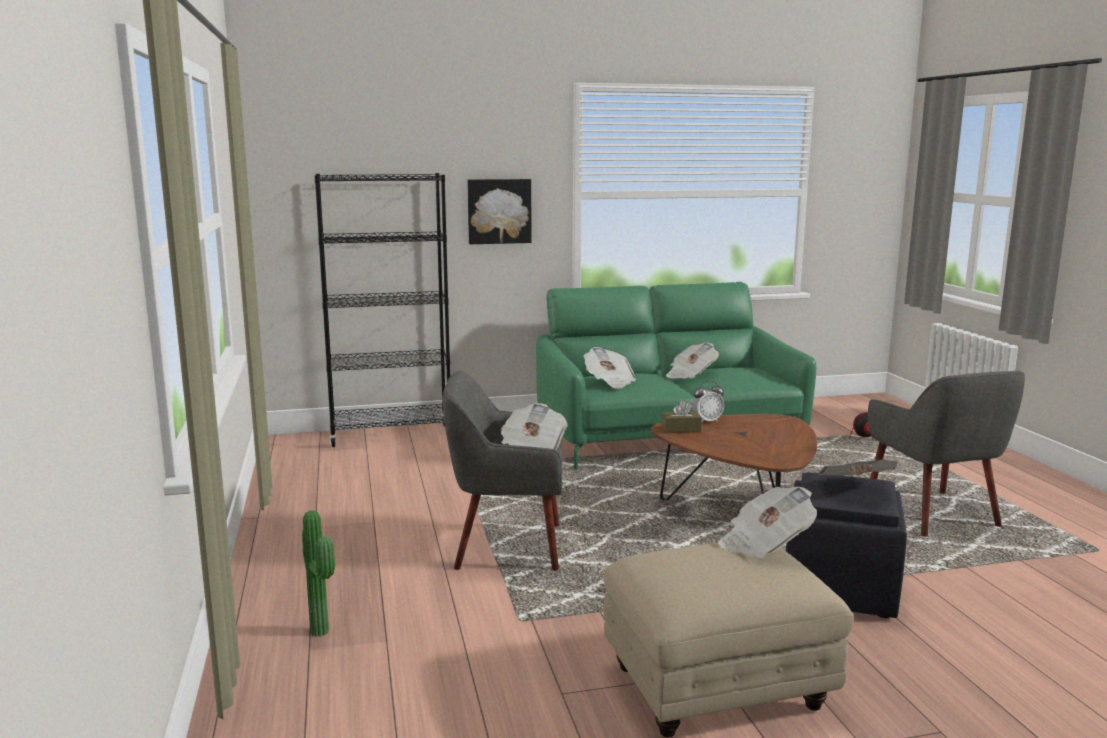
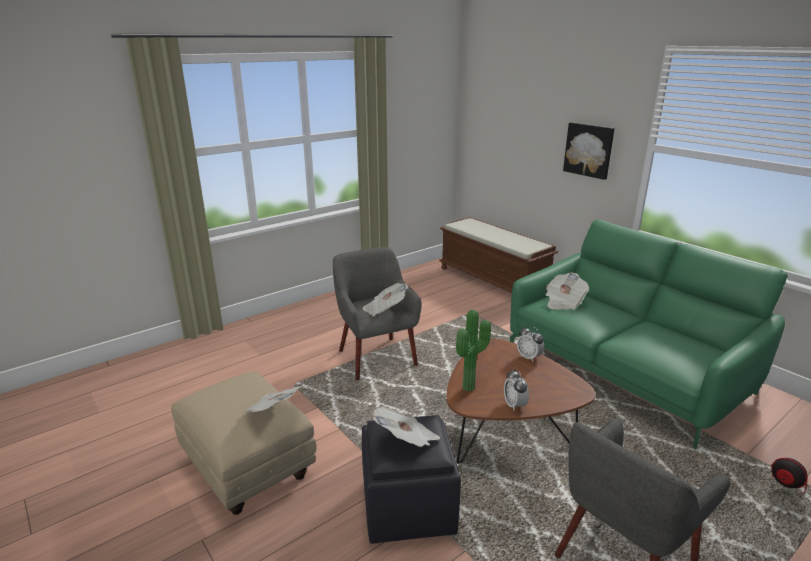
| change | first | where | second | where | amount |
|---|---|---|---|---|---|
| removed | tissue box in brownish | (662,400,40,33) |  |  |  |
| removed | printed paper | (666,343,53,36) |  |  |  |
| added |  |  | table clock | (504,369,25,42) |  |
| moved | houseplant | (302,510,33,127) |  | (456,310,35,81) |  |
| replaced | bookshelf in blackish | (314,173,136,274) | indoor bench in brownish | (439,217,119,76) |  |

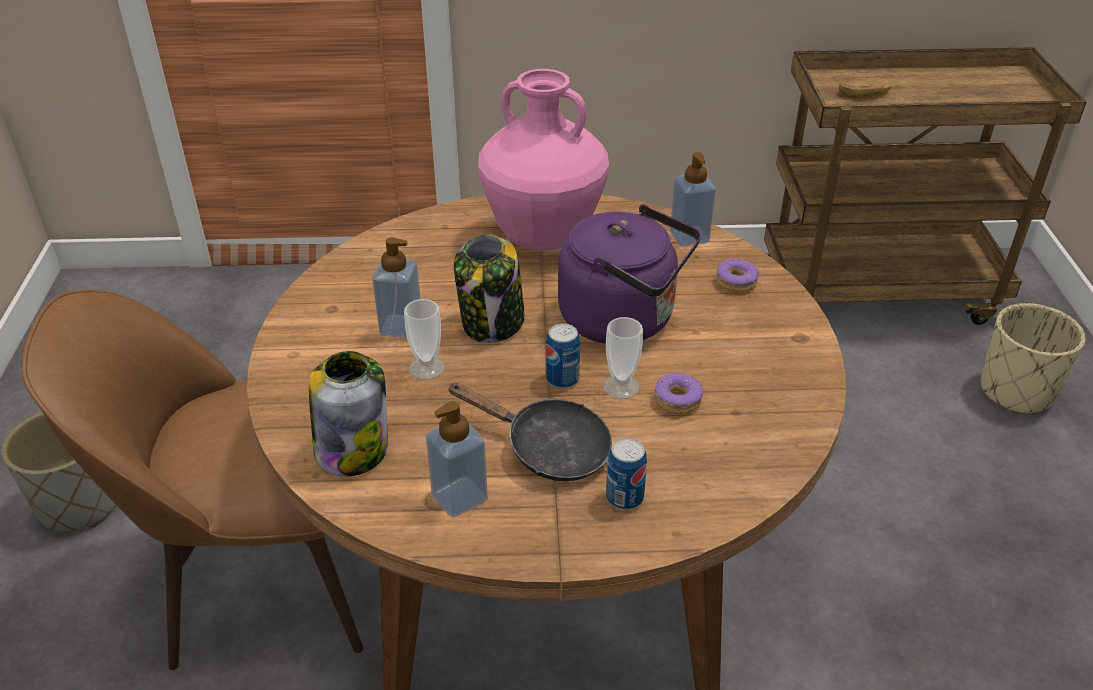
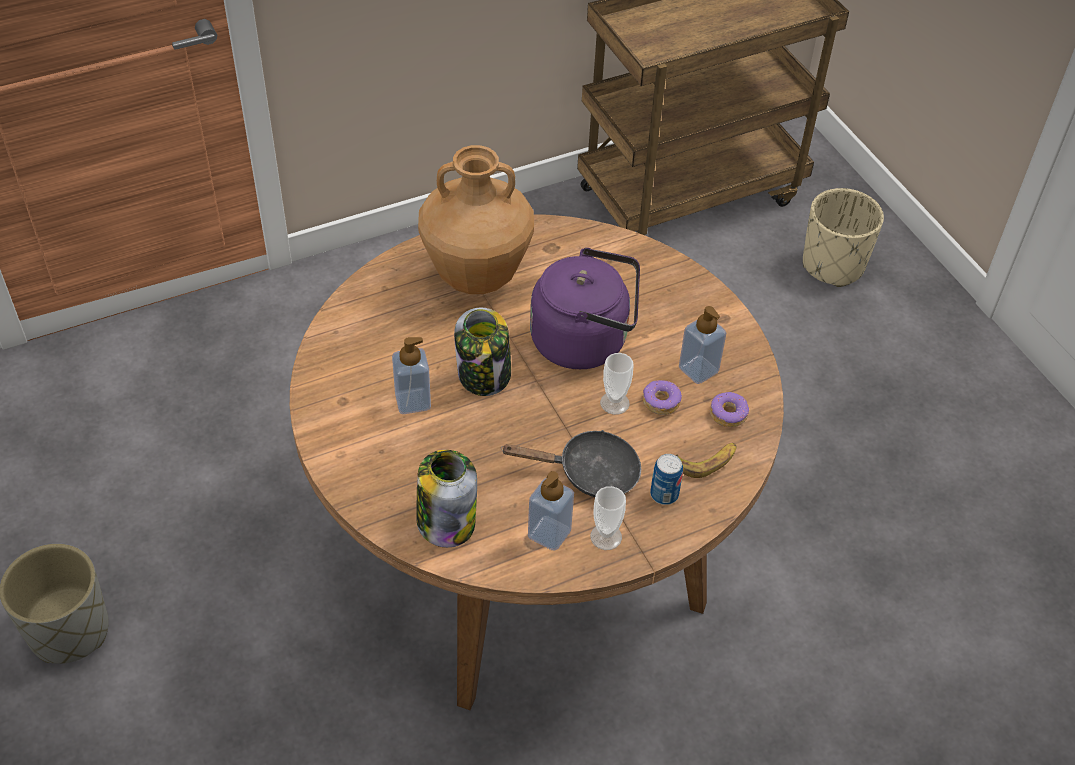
| change | first | where | second | where | amount |
|---|---|---|---|---|---|
| removed | chair in brownish | (22,290,341,380) |  |  |  |
| removed | sealed can | (546,323,34,66) |  |  |  |
| moved | drinking cup | (404,299,41,81) |  | (590,486,36,64) |  |
| moved | soap dispenser | (670,152,46,95) |  | (679,306,47,78) |  |
| moved | ring doughnut | (716,259,43,33) |  | (710,392,39,35) |  |
| moved | banana | (839,83,52,16) |  | (676,443,60,35) |  |
| recoloured | vase in pink | (478,69,131,182) | vase in brownish | (418,145,116,149) |  |

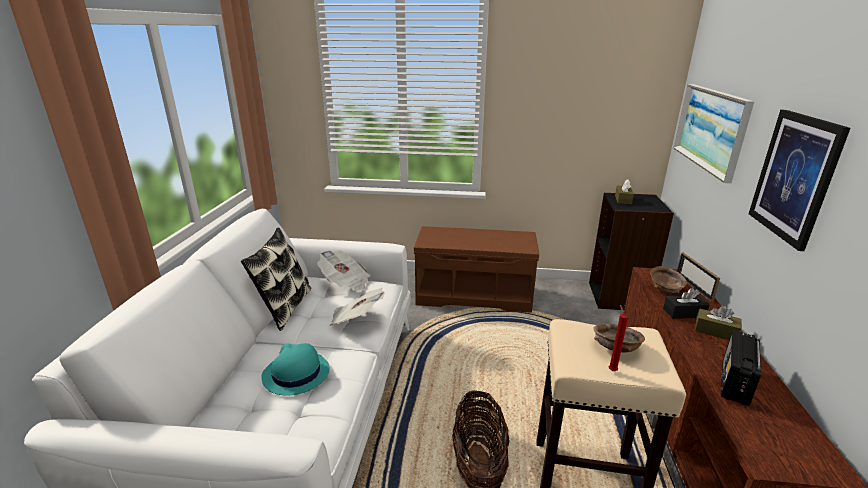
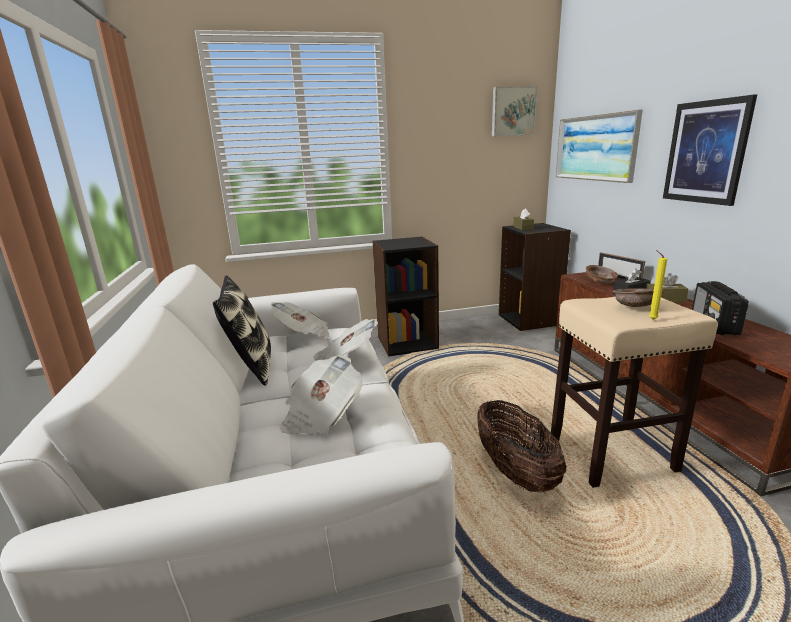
| change | first | where | second | where | amount |
|---|---|---|---|---|---|
| added |  |  | wall art | (492,86,45,50) |  |
| replaced | wearable hat in blue-green | (261,343,69,53) | printed paper | (280,355,83,80) |  |
| replaced | indoor bench in brownish | (414,226,125,87) | bookshelf in blackish | (372,236,67,121) |  |
| recoloured | wax candle in red-coloured | (609,305,19,66) | wax candle in yellow | (649,250,18,70) |  |

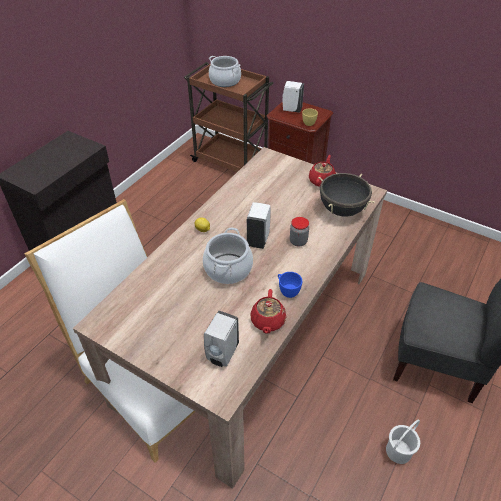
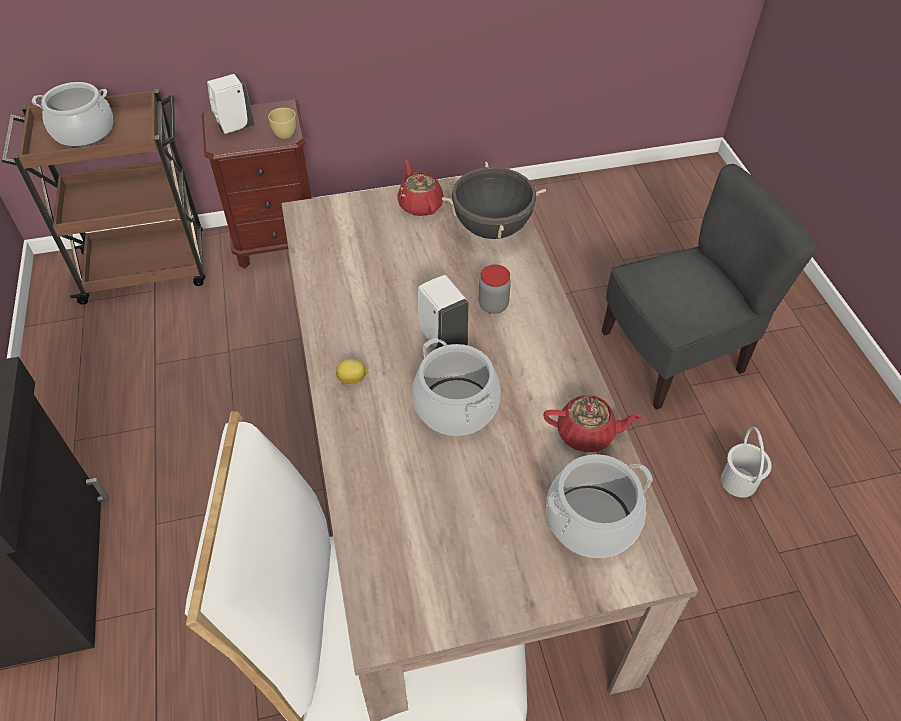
| change | first | where | second | where | amount |
|---|---|---|---|---|---|
| removed | drinking cup in bluish | (278,272,24,26) |  |  |  |
| replaced | soap dispenser in white | (204,311,35,56) | saucepot | (546,454,107,104) |  |
| turned | tea pot in red-coloured | (250,289,36,45) |  | (543,395,99,57) | 45 degrees counterclockwise |

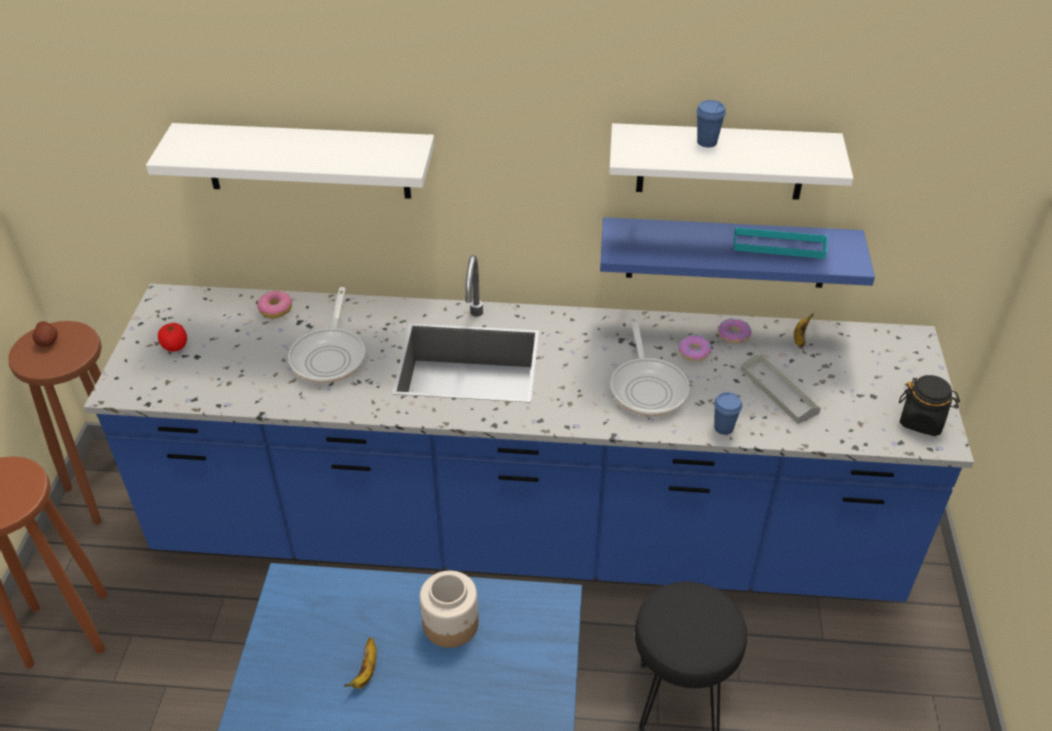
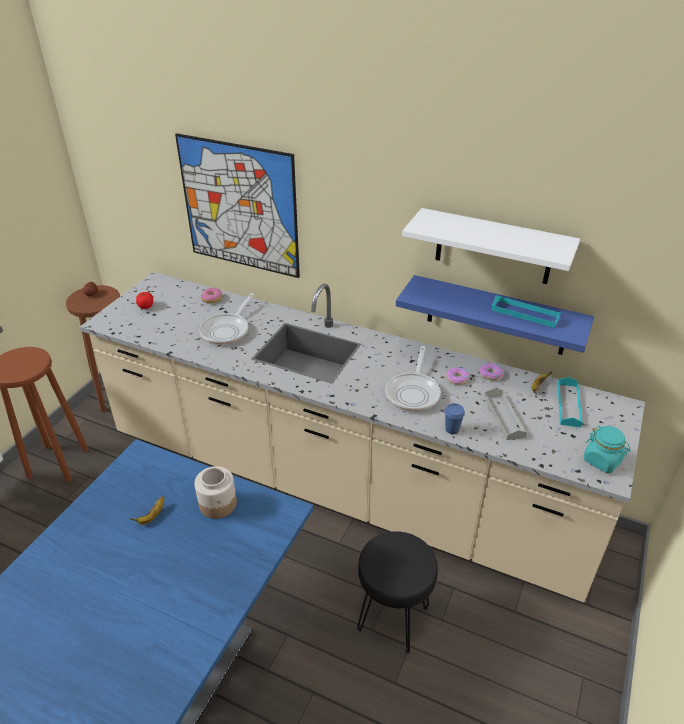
| change | first | where | second | where | amount |
|---|---|---|---|---|---|
| removed | drinking cup in bluish | (696,100,30,48) |  |  |  |
| added |  |  | tray in blue-green | (557,377,26,51) |  |
| replaced | shelf in white | (146,123,289,76) | wall art | (175,133,125,145) |  |
| recoloured | kitchen base unit in bluish | (84,255,890,347) | kitchen base unit in beige | (80,272,565,330) |  |
| recoloured | jar in blackish | (899,375,61,61) | jar in blue-green | (583,425,47,48) |  |

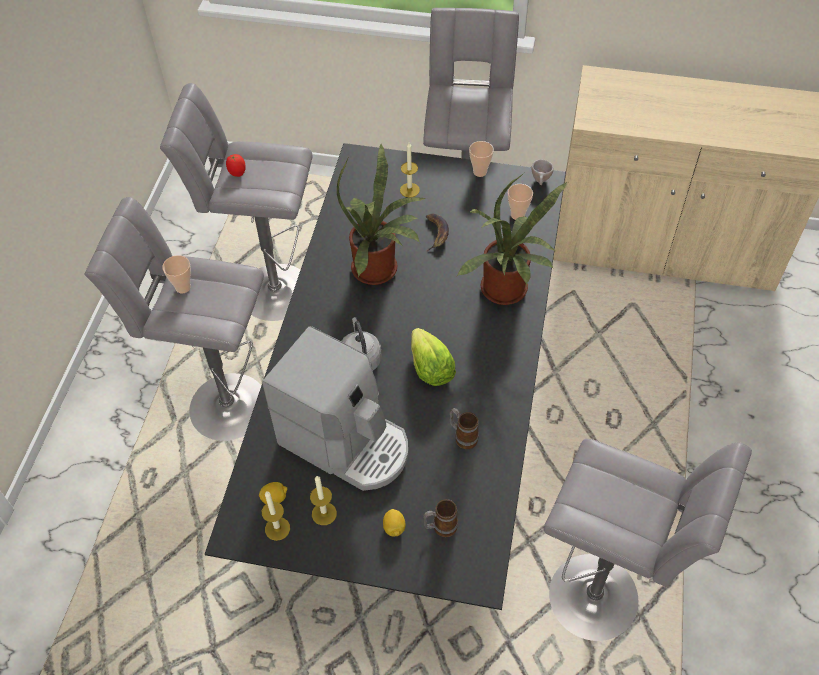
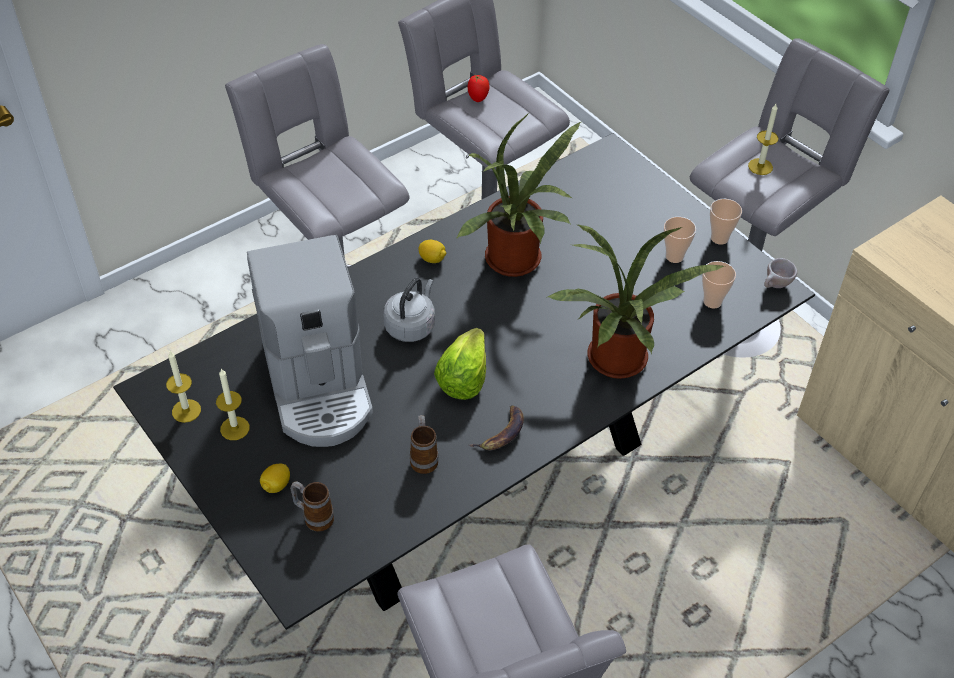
| change | first | where | second | where | amount |
|---|---|---|---|---|---|
| moved | drinking cup | (162,255,29,39) |  | (664,217,32,46) |  |
| moved | lemon | (259,482,28,22) |  | (418,240,28,23) |  |
| moved | wax candle | (400,143,20,55) |  | (748,104,30,71) |  |
| moved | banana | (426,214,23,38) |  | (469,405,55,45) |  |

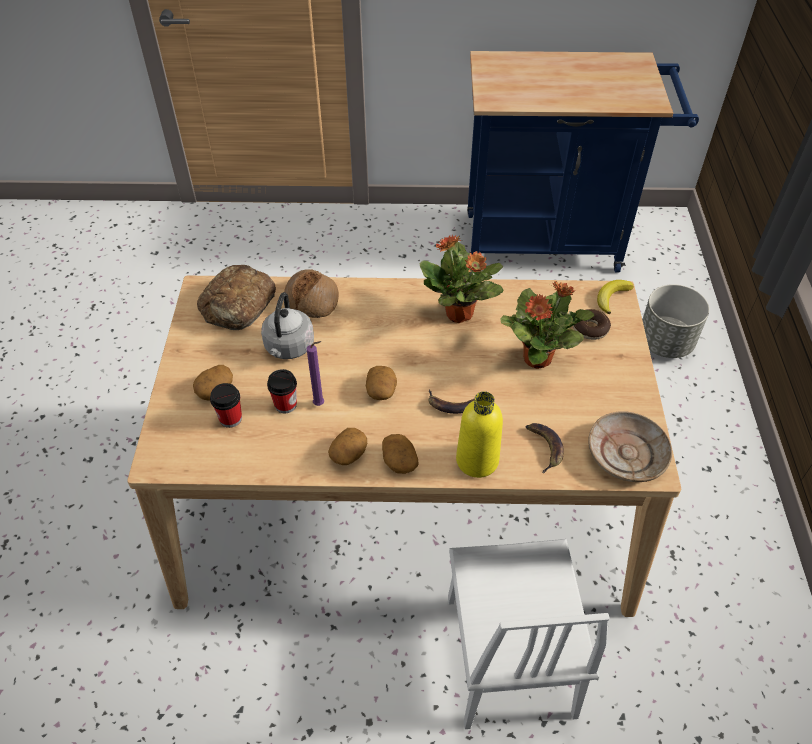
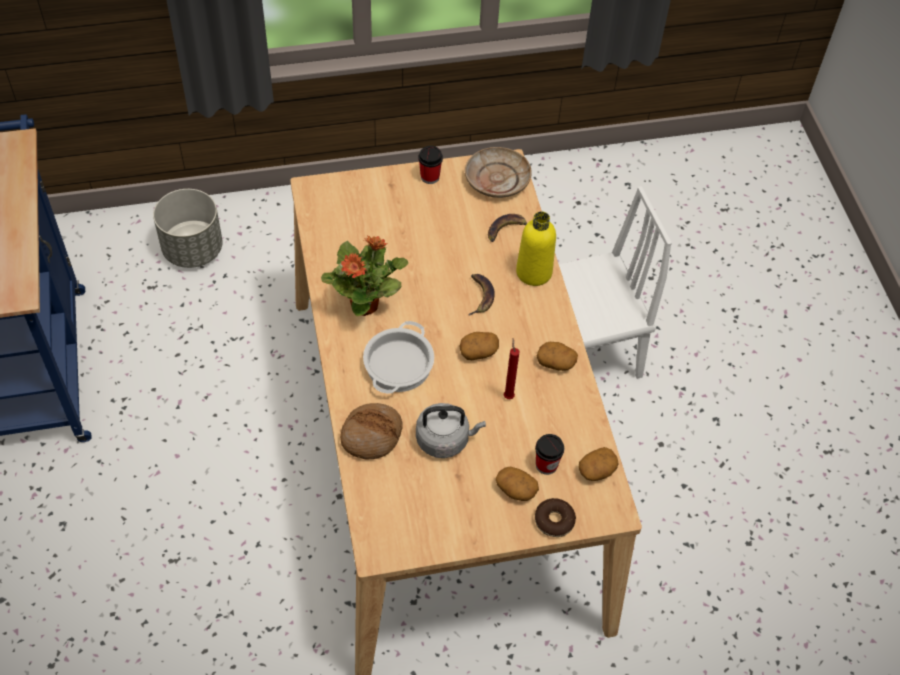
| change | first | where | second | where | amount |
|---|---|---|---|---|---|
| removed | baked bread | (197,265,79,65) |  |  |  |
| removed | houseplant | (500,281,94,88) |  |  |  |
| removed | banana | (597,280,37,34) |  |  |  |
| added |  |  | saucepot | (363,321,71,73) |  |
| moved | drinking cup | (267,369,30,44) |  | (418,146,25,38) |  |
| moved | whole potato | (382,434,37,40) |  | (578,447,41,34) |  |
| moved | ring doughnut | (573,309,38,31) |  | (535,498,41,39) |  |
| recoloured | wax candle in purple-coloured | (306,341,18,65) | wax candle in red-coloured | (504,339,16,60) |  |

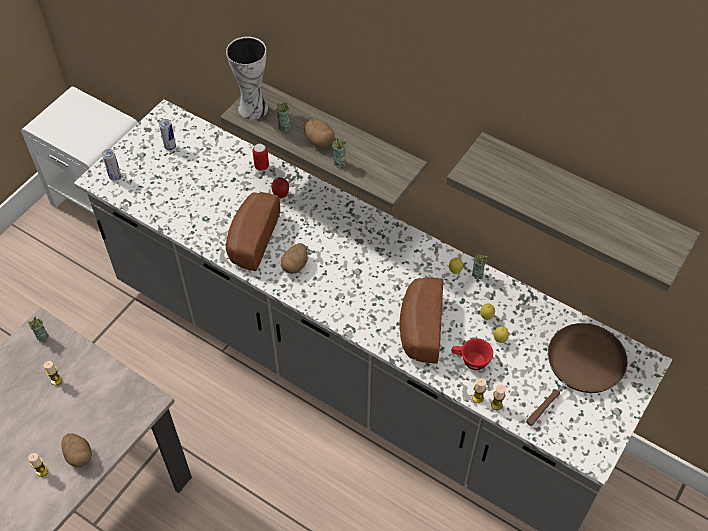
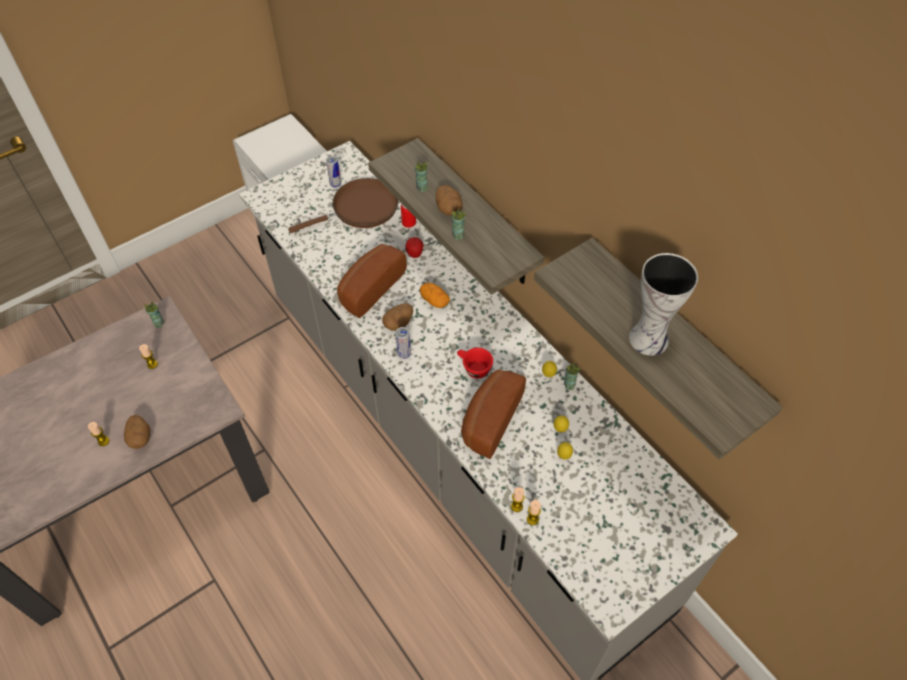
| change | first | where | second | where | amount |
|---|---|---|---|---|---|
| added |  |  | whole potato | (420,282,30,26) |  |
| moved | sealed can | (102,149,19,32) |  | (396,327,15,32) |  |
| moved | vase | (226,37,42,83) |  | (629,253,69,103) |  |
| moved | drinking cup in red-coloured | (451,338,42,32) |  | (457,348,36,31) |  |
| moved | skillet in brownish | (526,323,102,103) |  | (288,178,111,55) |  |

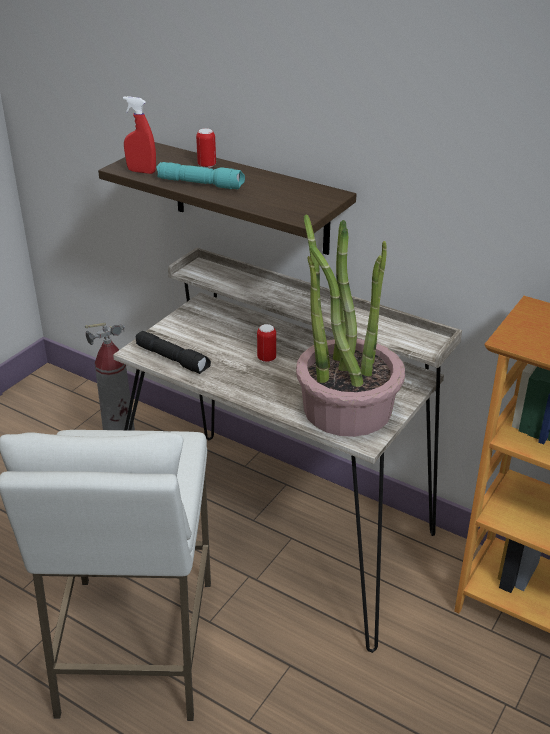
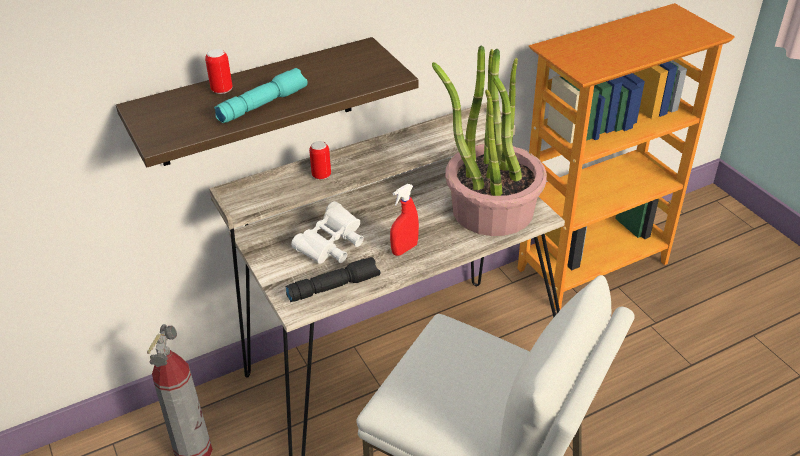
| change | first | where | second | where | amount |
|---|---|---|---|---|---|
| added |  |  | field glasses in white | (291,201,73,63) |  |
| moved | hand sprayer in red-coloured | (123,96,33,78) |  | (390,184,29,72) |  |
| moved | sealed can | (257,324,19,38) |  | (309,141,22,39) |  |

